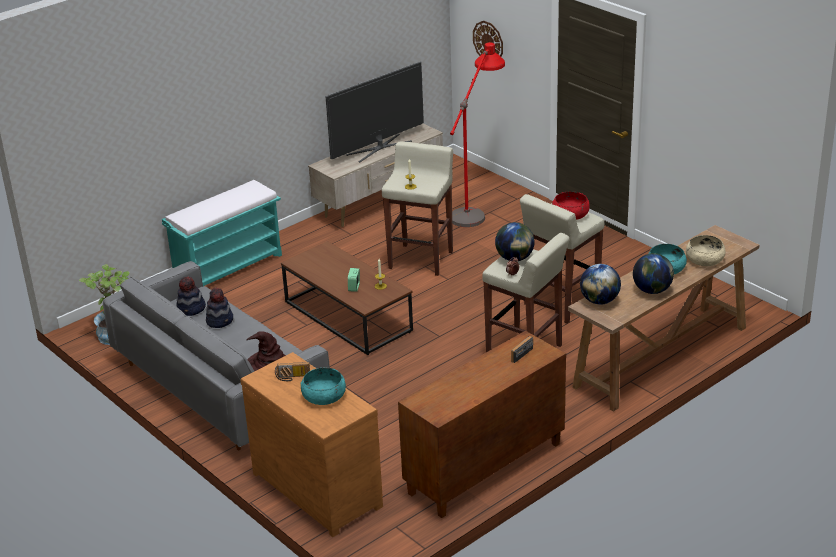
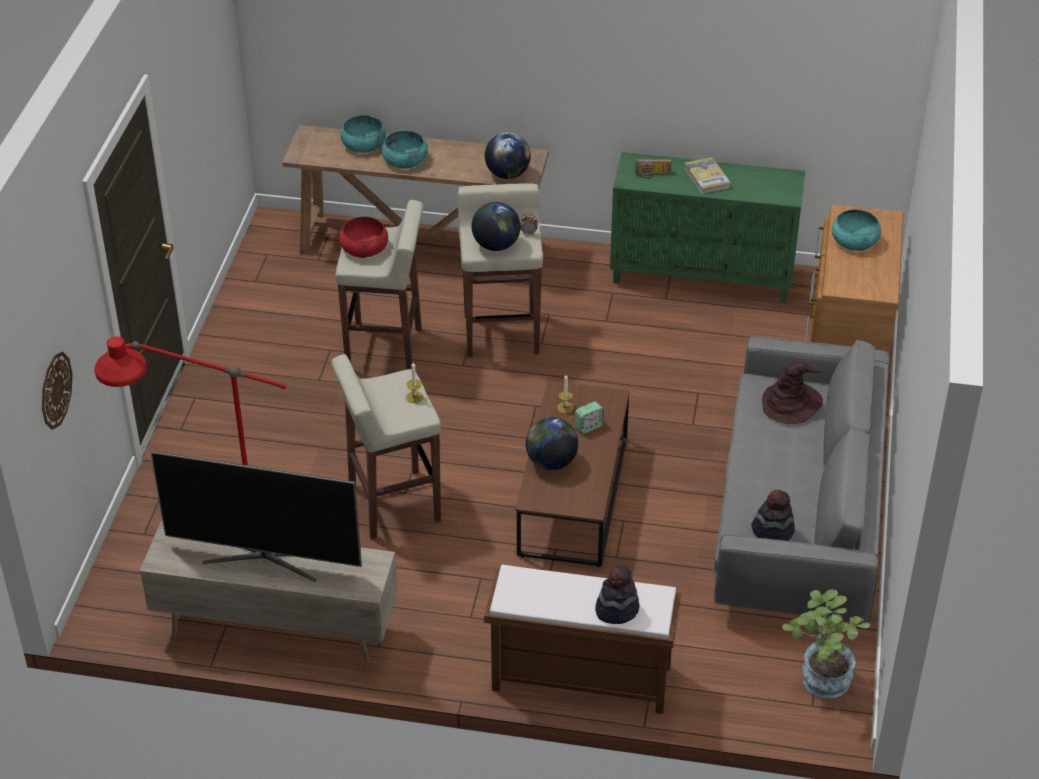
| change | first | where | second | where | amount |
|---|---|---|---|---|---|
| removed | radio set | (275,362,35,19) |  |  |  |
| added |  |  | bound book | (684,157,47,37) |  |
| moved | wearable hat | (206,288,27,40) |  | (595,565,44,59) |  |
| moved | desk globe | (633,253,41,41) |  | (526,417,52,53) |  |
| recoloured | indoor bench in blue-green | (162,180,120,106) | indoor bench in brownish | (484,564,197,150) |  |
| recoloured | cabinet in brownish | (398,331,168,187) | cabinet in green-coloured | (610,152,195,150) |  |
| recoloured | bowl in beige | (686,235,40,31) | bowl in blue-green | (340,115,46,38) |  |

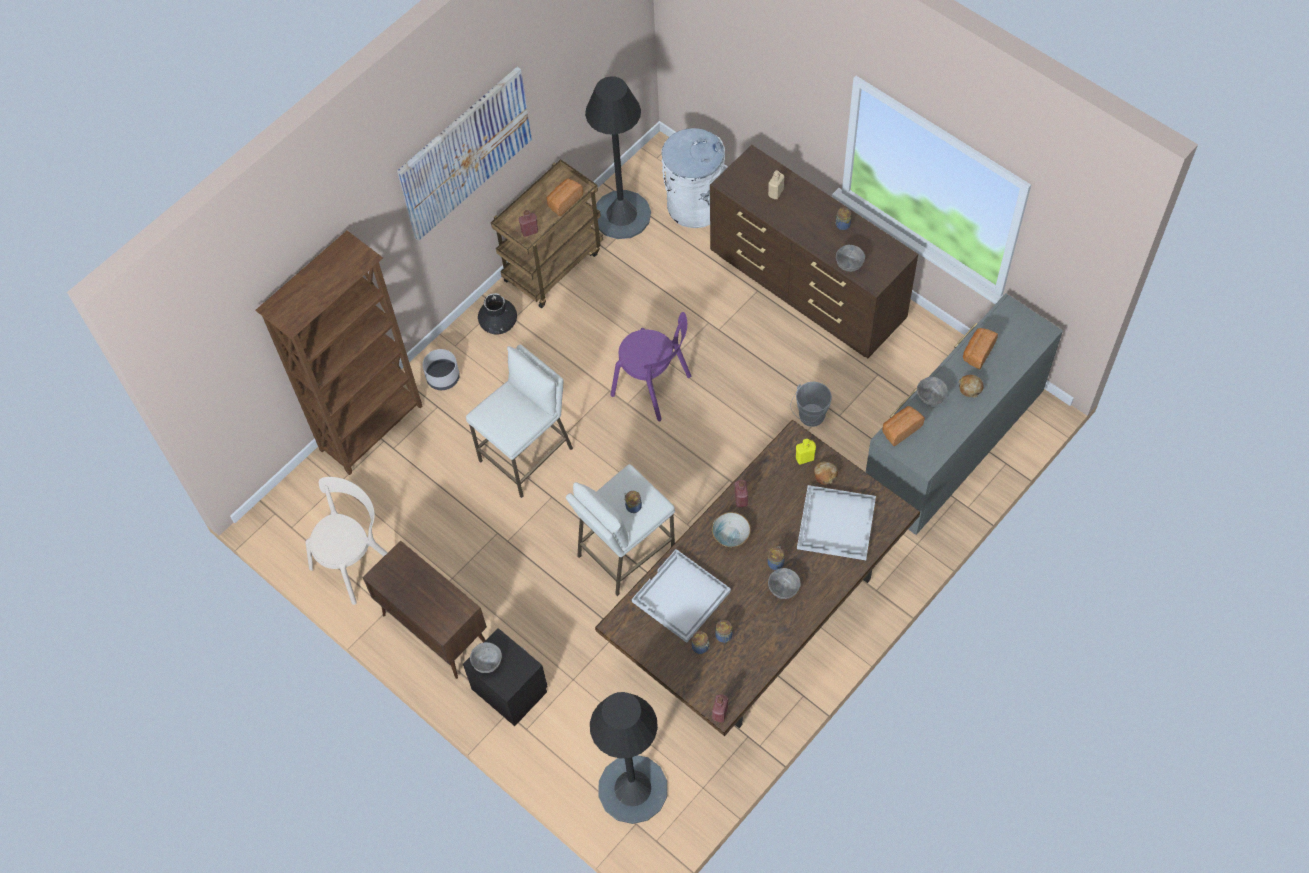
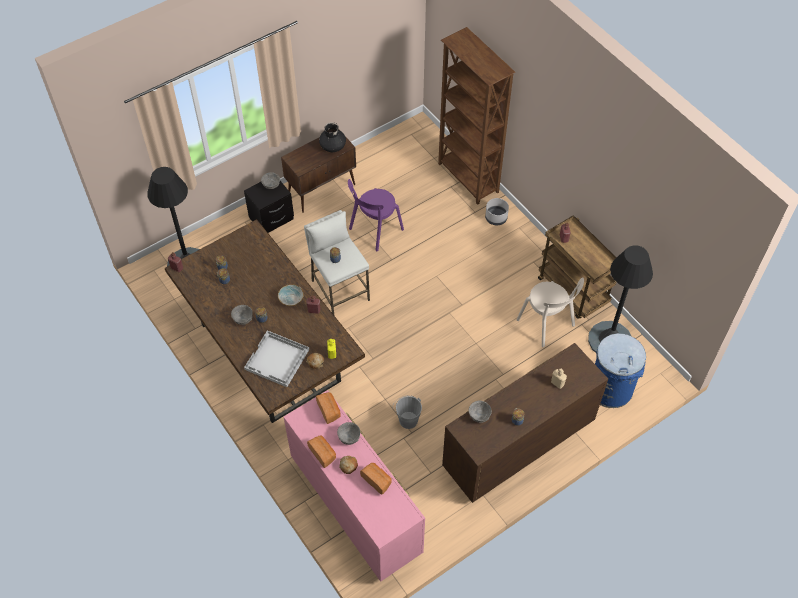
| change | first | where | second | where | amount |
|---|---|---|---|---|---|
| removed | wall art | (397,67,135,174) |  |  |  |
| removed | stool in white | (466,344,107,154) |  |  |  |
| removed | tray in white | (632,549,99,94) |  |  |  |
| moved | chair in beige | (305,477,83,128) |  | (516,277,68,70) |  |
| moved | vase in blackish | (478,293,39,42) |  | (319,122,27,30) |  |
| moved | baked bread | (547,179,36,37) |  | (307,435,29,33) |  |
| moved | chair in purple-coloured | (611,312,80,109) |  | (348,179,56,73) |  |
| recoloured | trash can in white | (662,128,63,100) | trash can in bluish | (595,333,51,75) |  |
| recoloured | chest of drawers in gray | (866,293,197,242) | chest of drawers in pink | (284,390,141,192) |  |

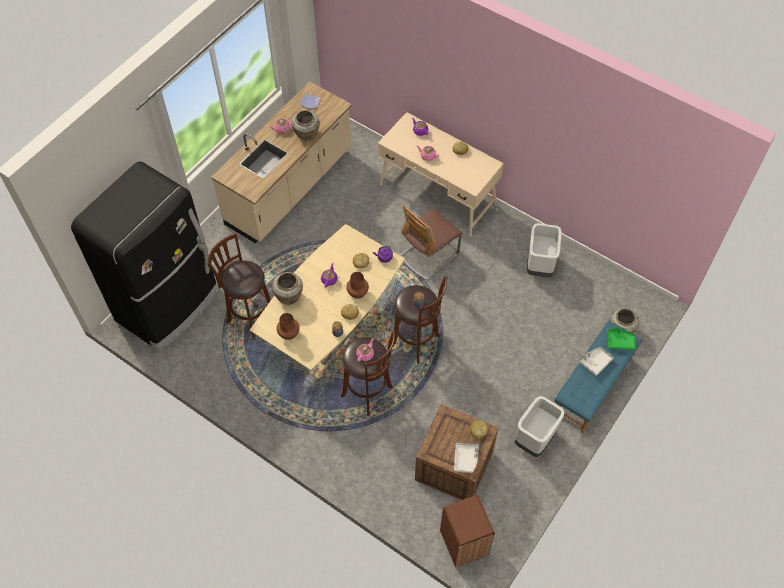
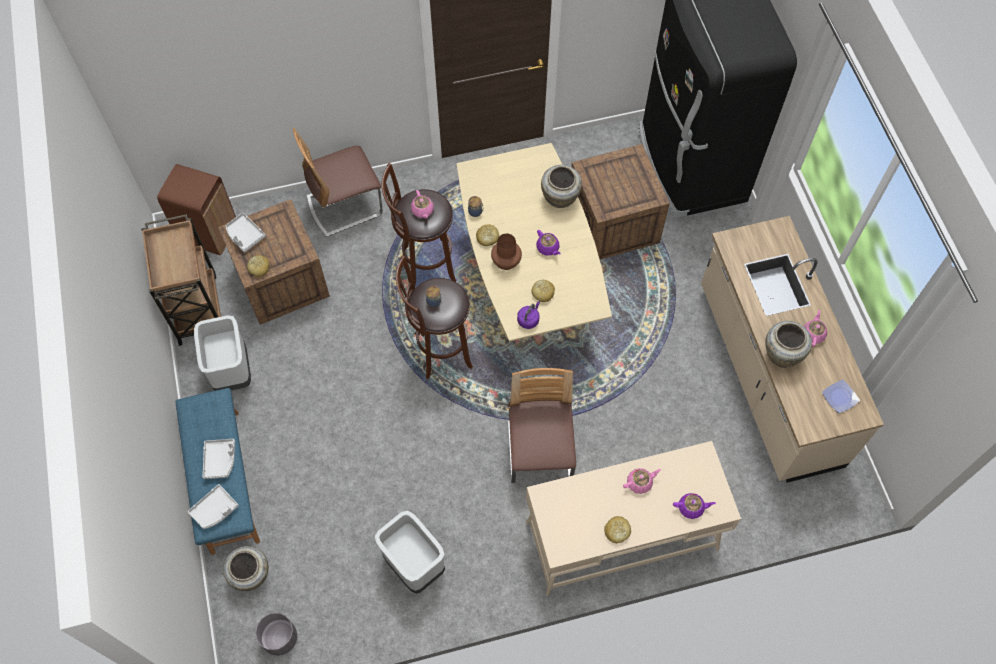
| change | first | where | second | where | amount |
|---|---|---|---|---|---|
| removed | vase in brownish | (277,313,23,27) |  |  |  |
| added |  |  | cart in brownish | (141,214,80,132) |  |
| added |  |  | flower pot in gray | (256,613,41,43) |  |
| added |  |  | chair | (293,128,90,109) |  |
| replaced | stool in brownish | (208,233,63,105) | shipping crate | (571,144,99,116) |  |
| recoloured | tray in green-coloured | (607,327,29,23) | tray in gray | (188,484,51,45) |  |

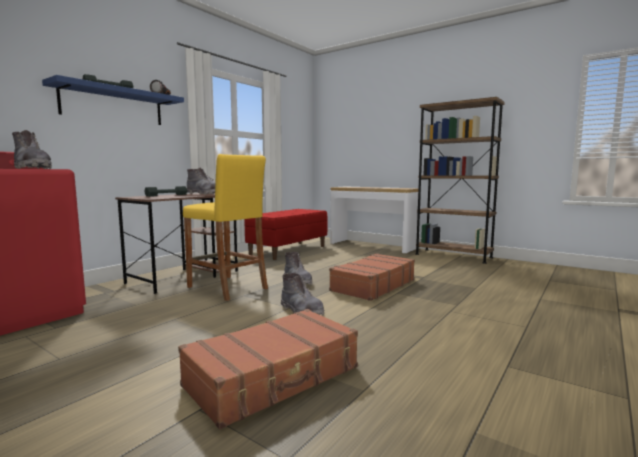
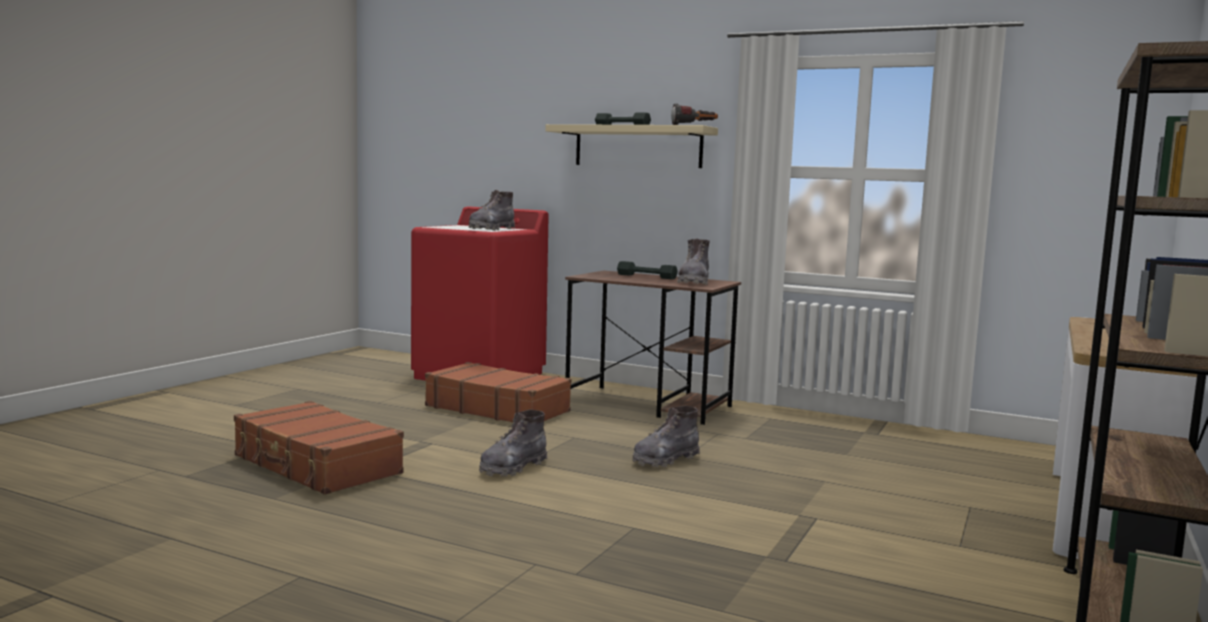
| change | first | where | second | where | amount |
|---|---|---|---|---|---|
| removed | stool in yellow | (183,154,85,147) |  |  |  |
| removed | indoor bench in red-coloured | (244,209,84,51) |  |  |  |
| moved | piece of luggage in brownish | (329,253,86,48) |  | (425,362,147,60) |  |
| recoloured | shelf in bluish | (42,75,142,50) | shelf in beige | (545,124,173,44) |  |

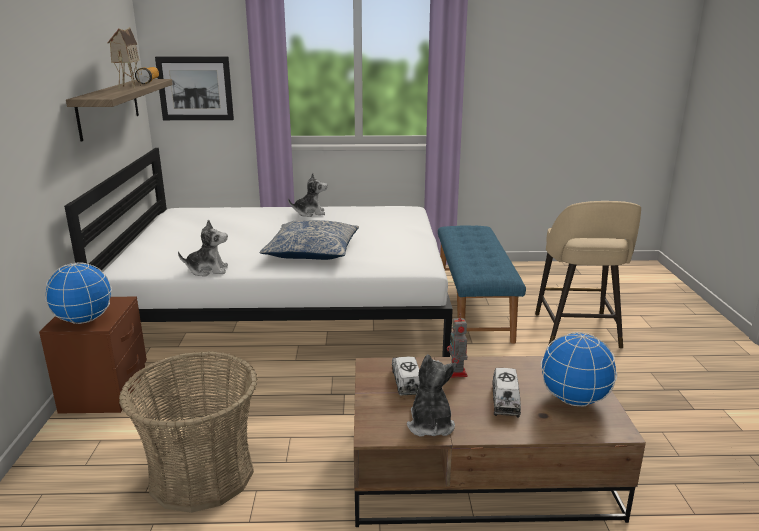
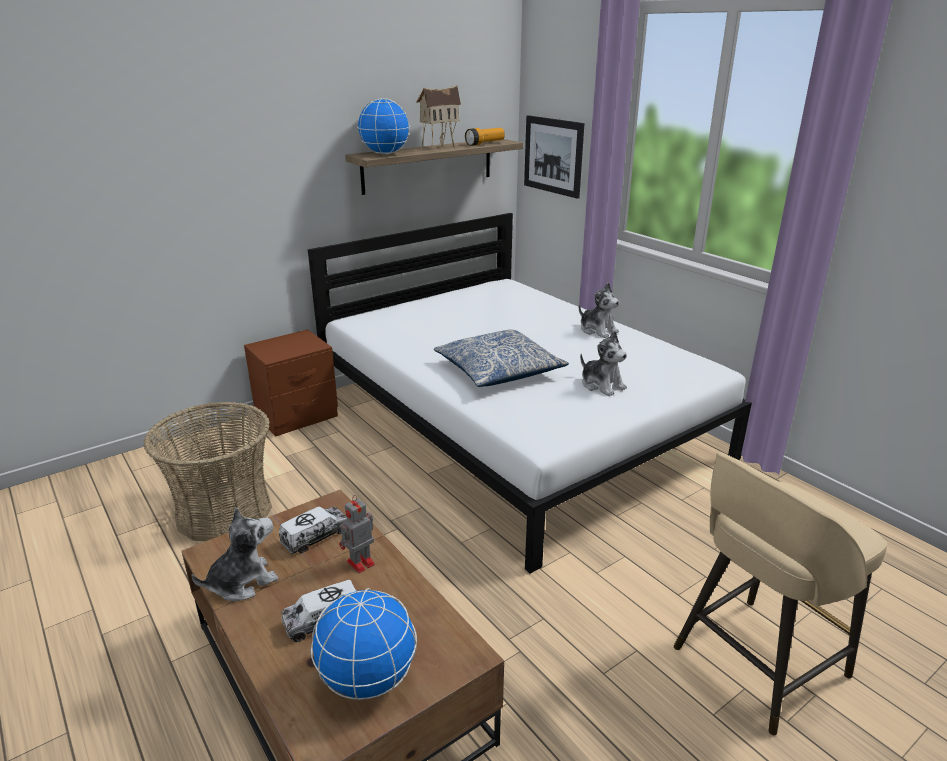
| change | first | where | second | where | amount |
|---|---|---|---|---|---|
| removed | indoor bench in bluish | (438,225,88,119) |  |  |  |
| moved | desk globe | (45,262,67,62) |  | (357,98,53,56) |  |
| moved | soft toy | (178,219,50,57) |  | (580,331,47,65) |  |

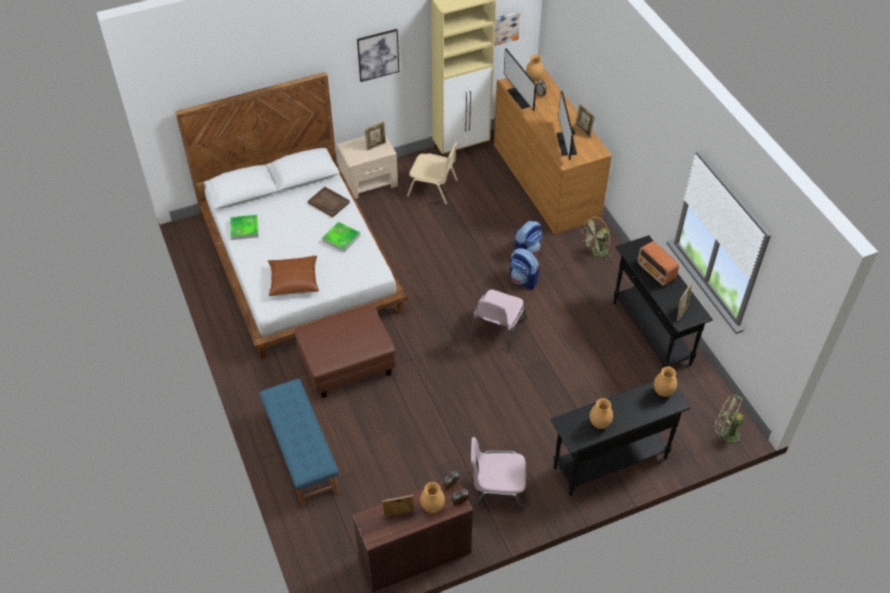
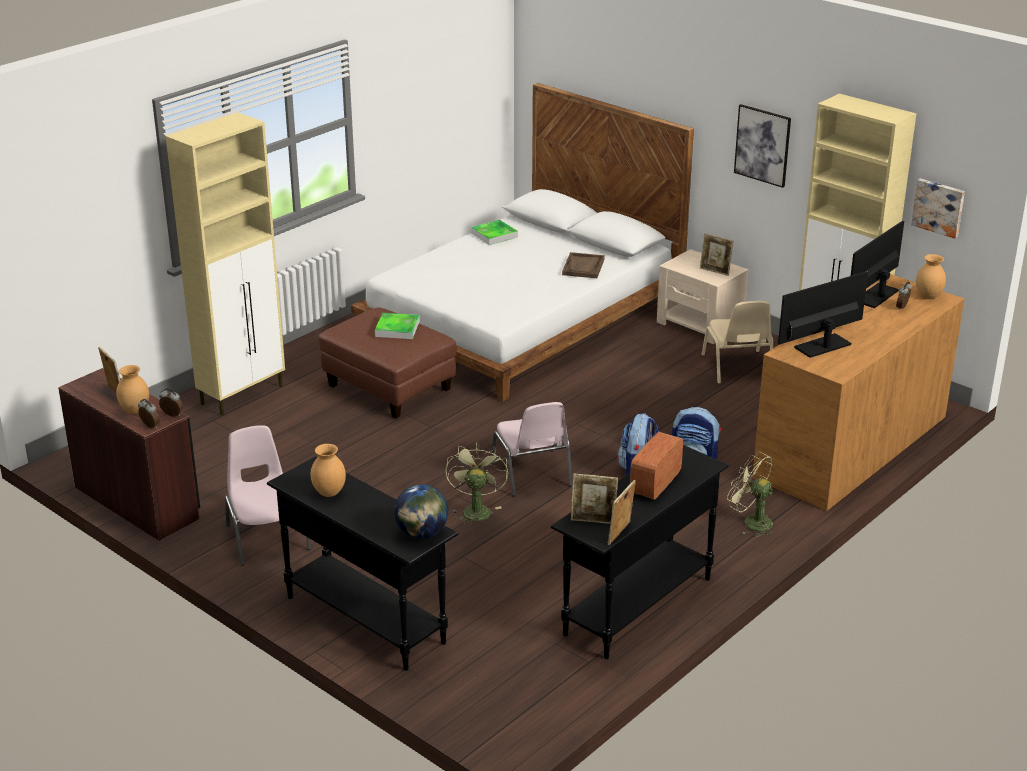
| change | first | where | second | where | amount |
|---|---|---|---|---|---|
| removed | pillow in brownish | (268,256,51,40) |  |  |  |
| moved | tray | (322,222,38,30) |  | (375,313,45,26) |  |
| moved | picture frame | (575,103,20,35) |  | (608,480,28,65) |  |
| moved | fan in green-coloured | (713,394,32,55) |  | (446,443,62,83) |  |
| replaced | indoor bench in bluish | (259,379,80,127) | cabinet in beige | (166,112,119,304) |  |
| replaced | vase in brownish | (654,367,23,30) | desk globe | (394,484,55,55) |  |
| turned | chair in pink | (470,289,56,62) |  | (491,402,82,94) | 105 degrees counterclockwise |

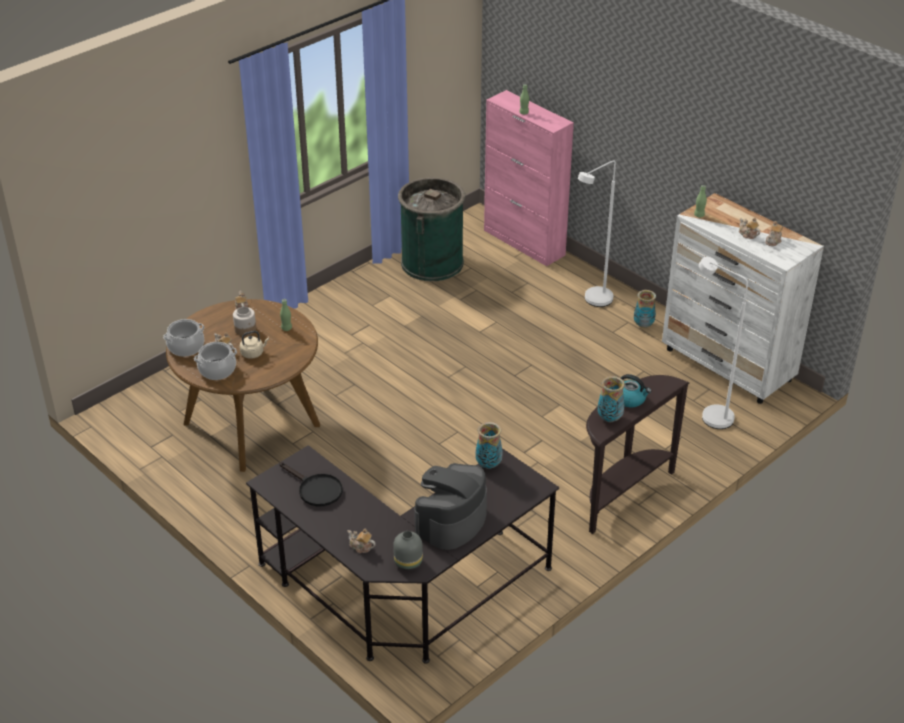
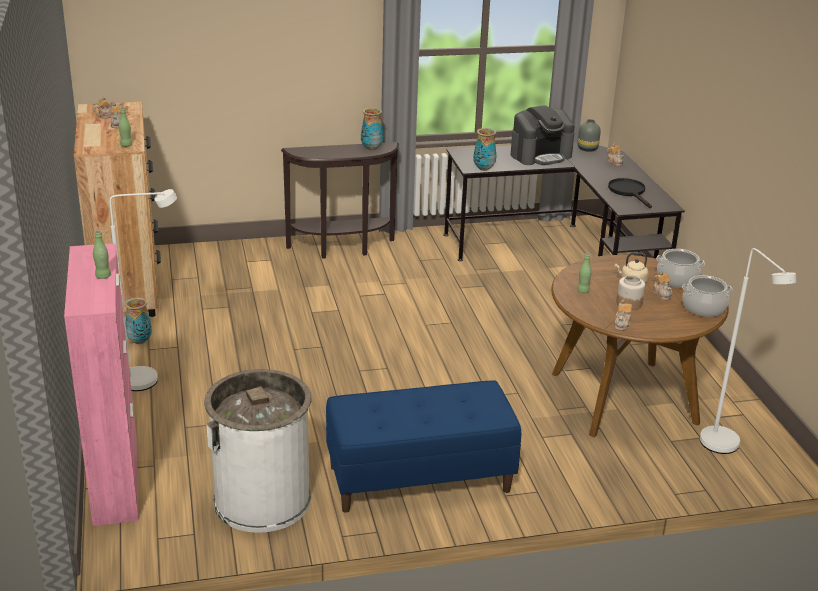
| change | first | where | second | where | amount |
|---|---|---|---|---|---|
| removed | kettle | (621,374,30,33) |  |  |  |
| added |  |  | indoor bench in bluish | (326,380,195,133) |  |
| moved | standing lamp in white | (699,257,49,172) |  | (700,248,96,206) |  |
| recoloured | trash can in green-coloured | (398,177,67,104) | trash can in white | (204,369,108,164) |  |
| recoloured | chest of drawers in white | (662,193,162,211) | chest of drawers in brownish | (74,101,87,216) |  |

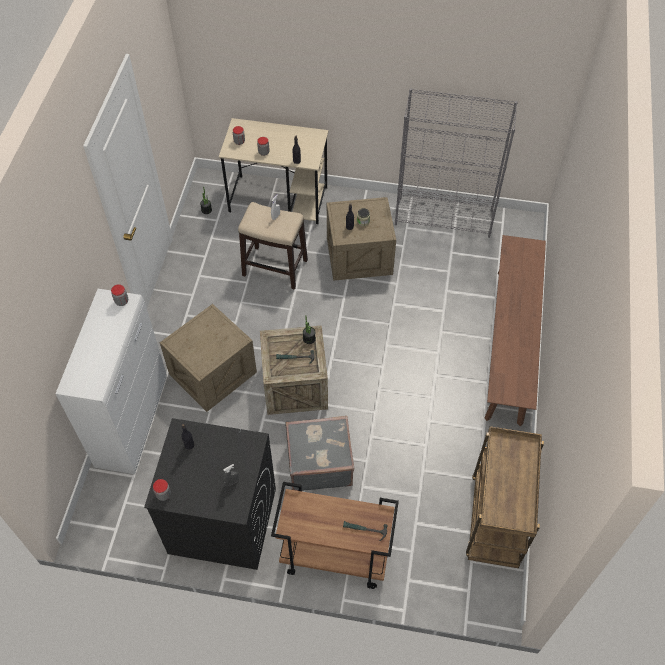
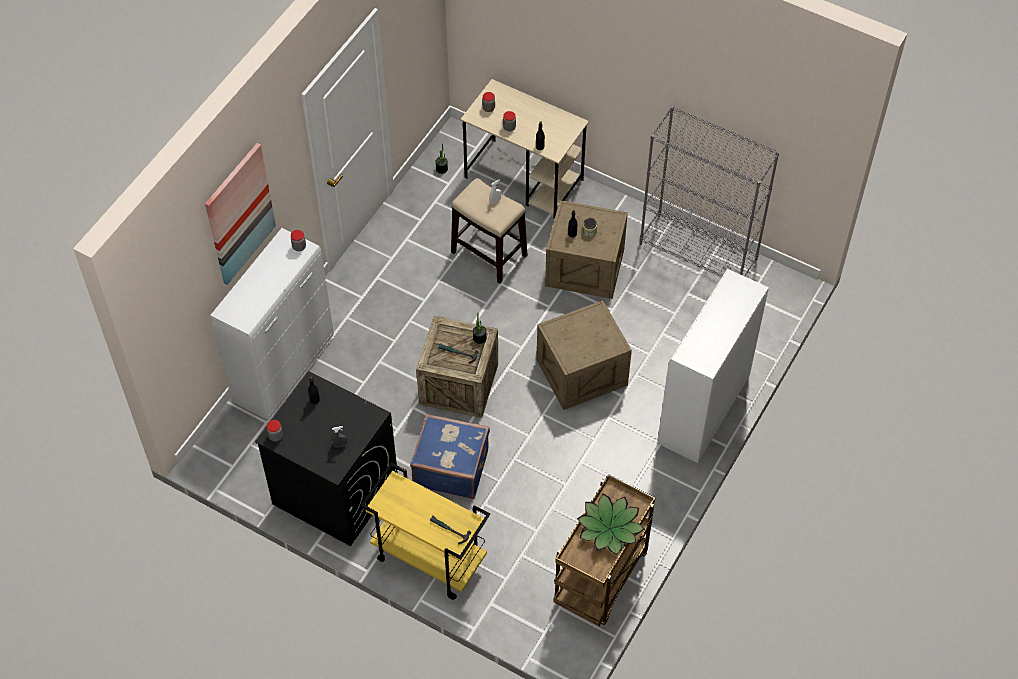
| change | first | where | second | where | amount |
|---|---|---|---|---|---|
| added |  |  | wall art | (205,143,71,142) |  |
| added |  |  | houseplant | (577,493,68,62) |  |
| moved | shipping crate | (160,304,97,108) |  | (537,300,95,110) |  |
| replaced | indoor bench in brownish | (485,235,61,191) | cabinet in white | (658,269,111,194) |  |
| recoloured | cart in brownish | (271,482,128,107) | cart in yellow | (360,463,130,137) |  |
| recoloured | piece of luggage in gray | (285,416,69,75) | piece of luggage in bluish | (410,414,80,85) |  |

